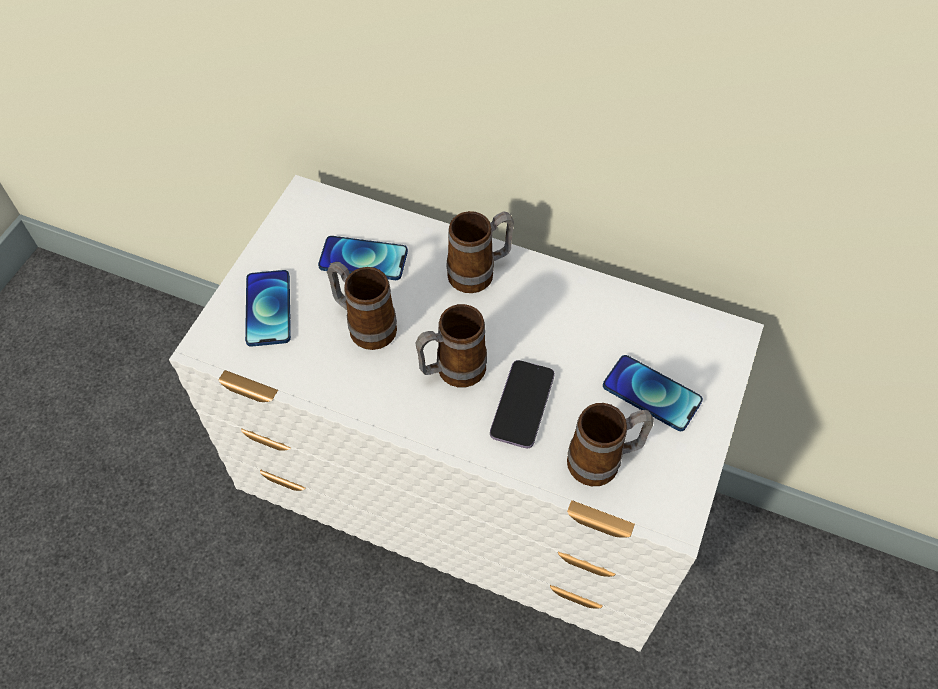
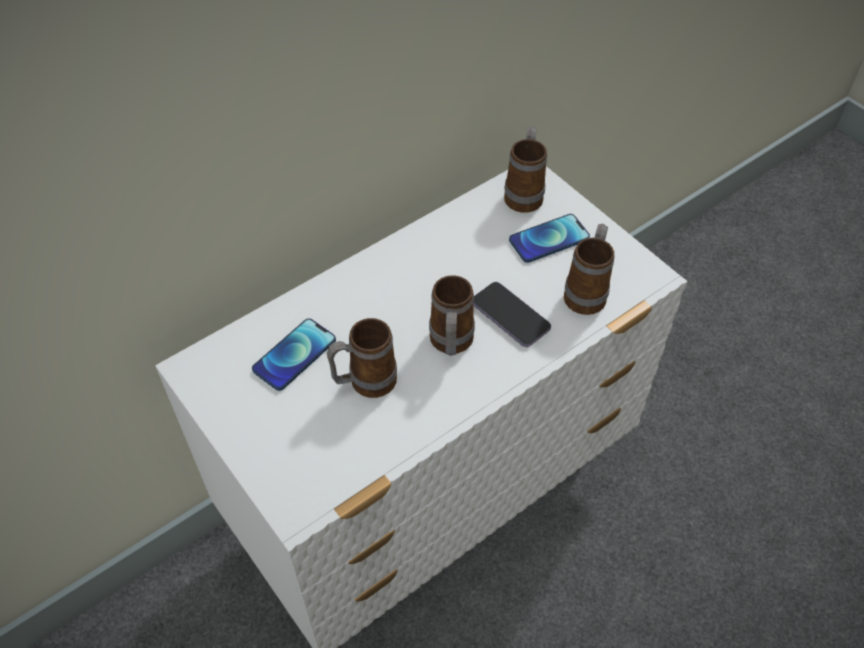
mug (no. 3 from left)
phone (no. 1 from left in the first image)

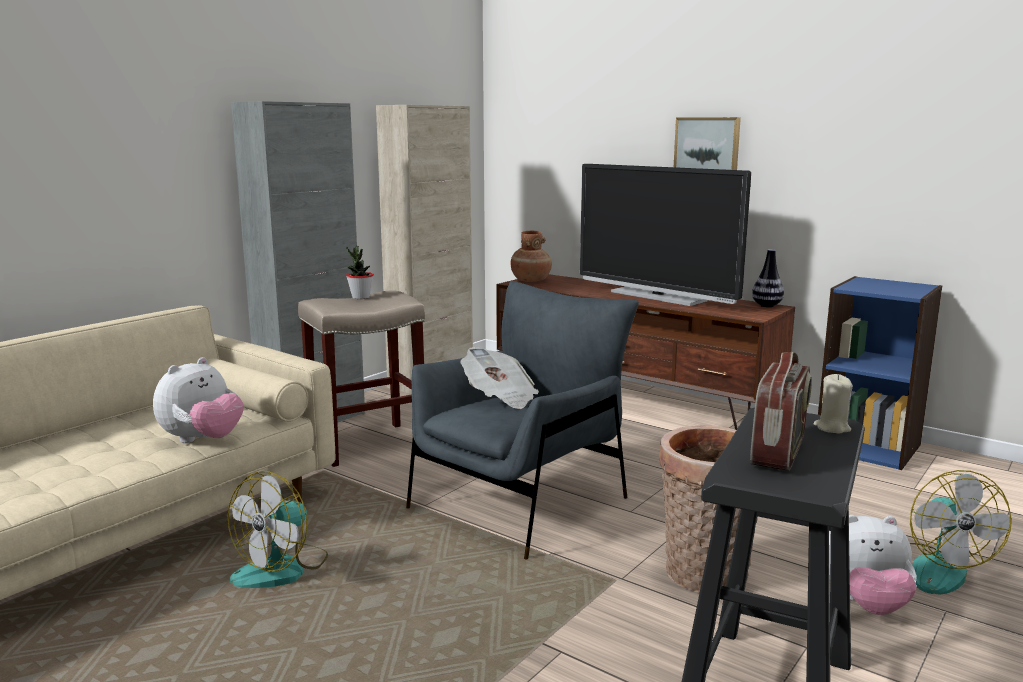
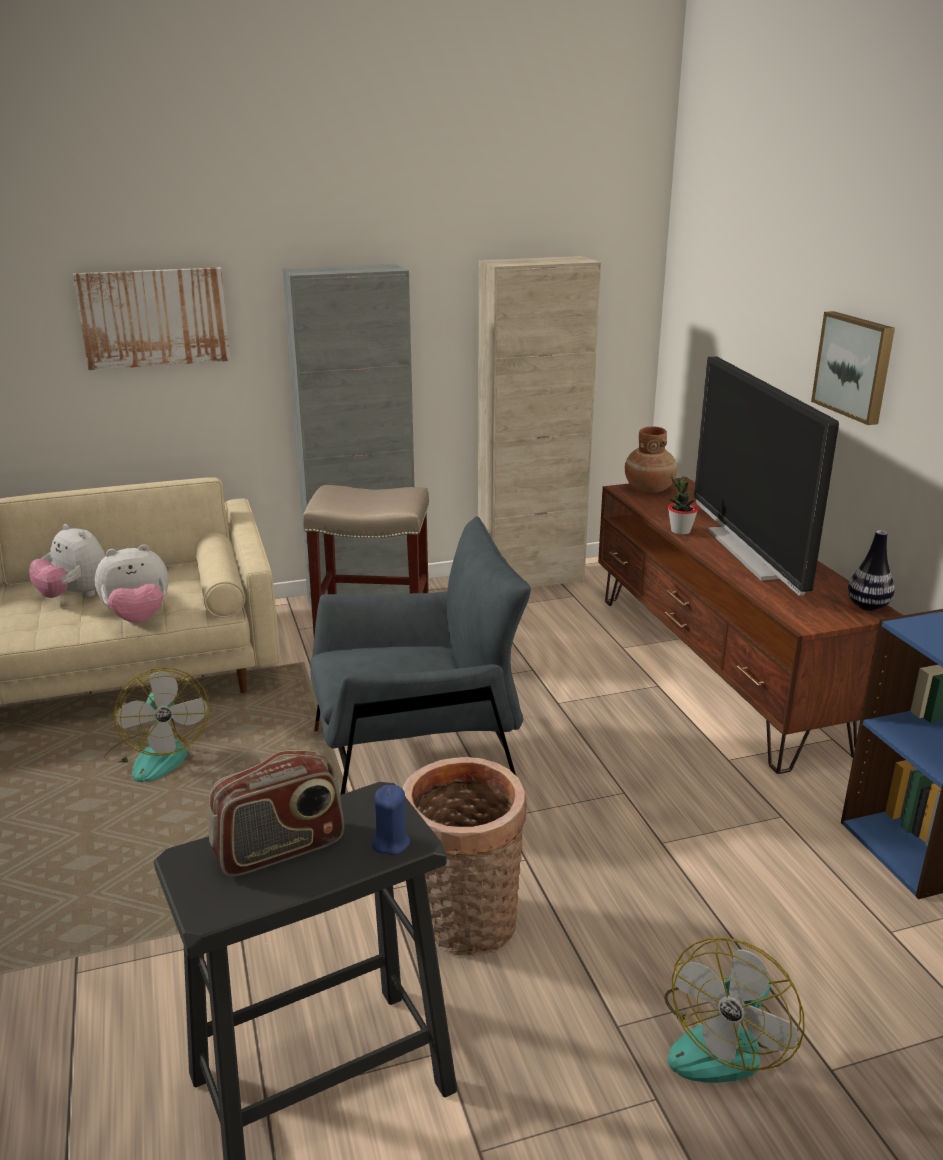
plush toy (no. 1 from left)
picture (no. 1 from left)
fan (no. 1 from left)
blue candle
potted plant
newspaper

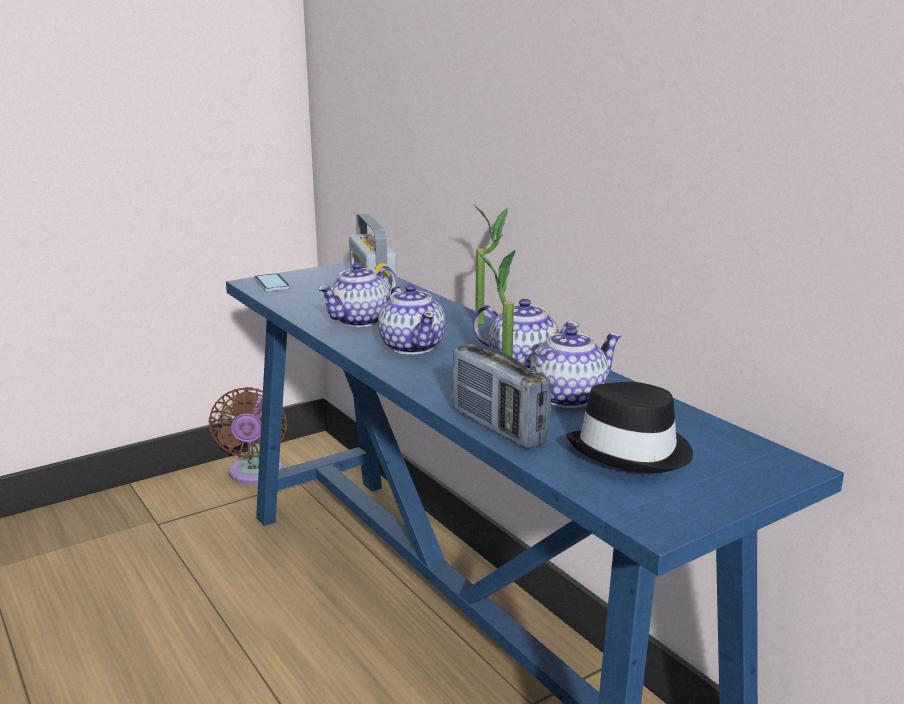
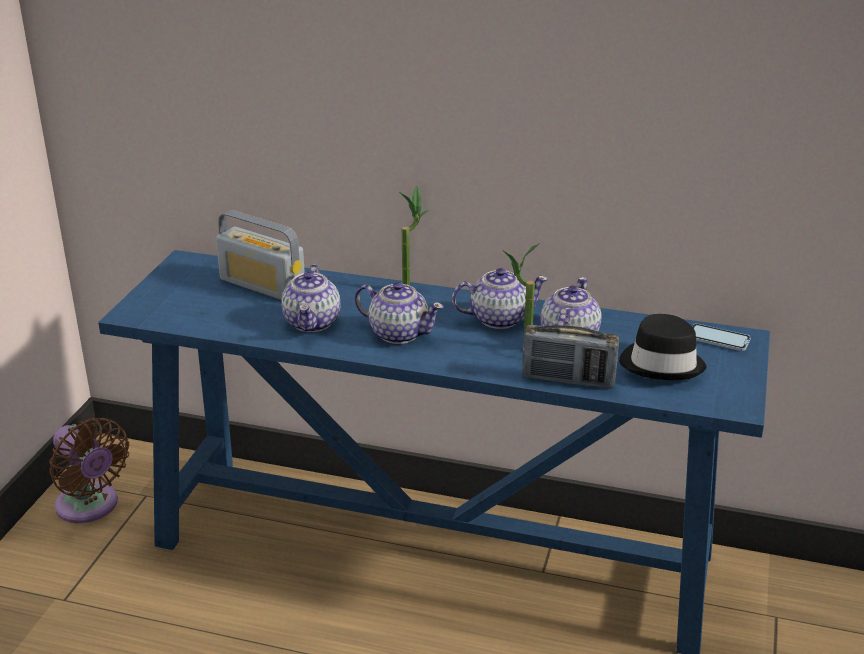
phone

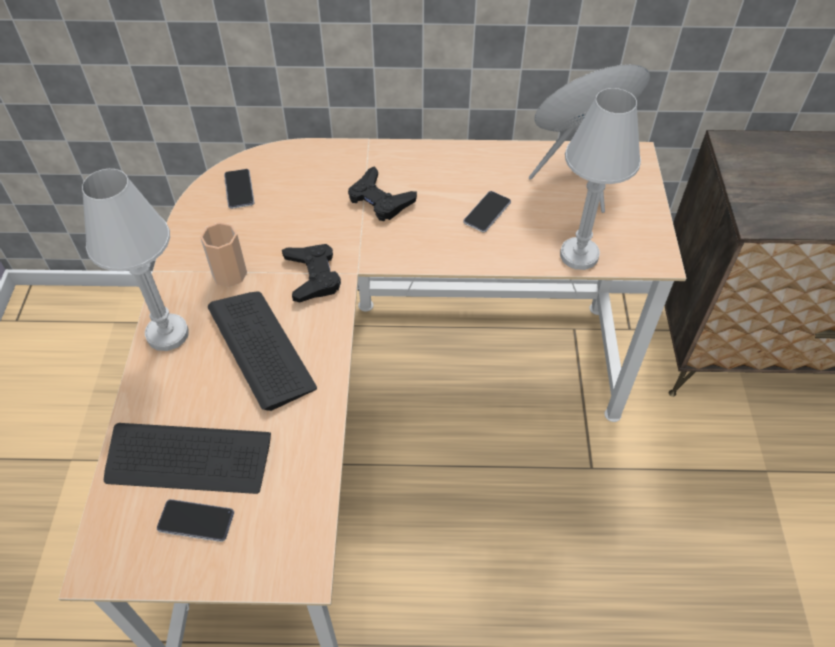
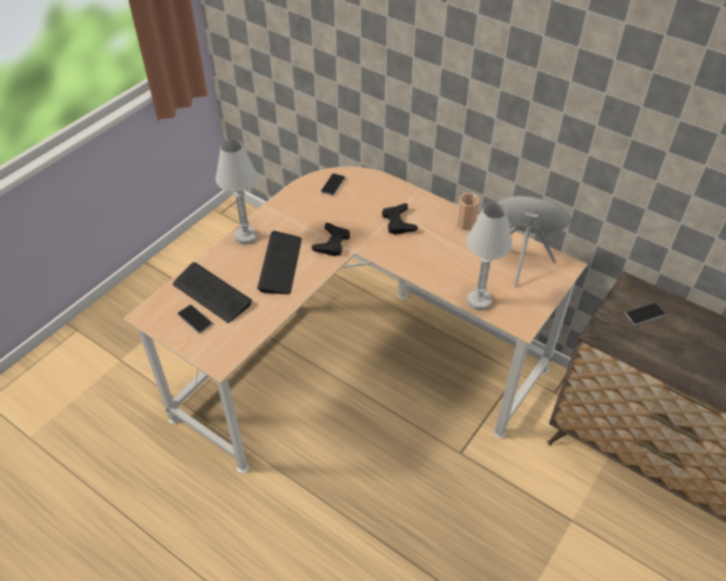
cup
phone (no. 3 from left)

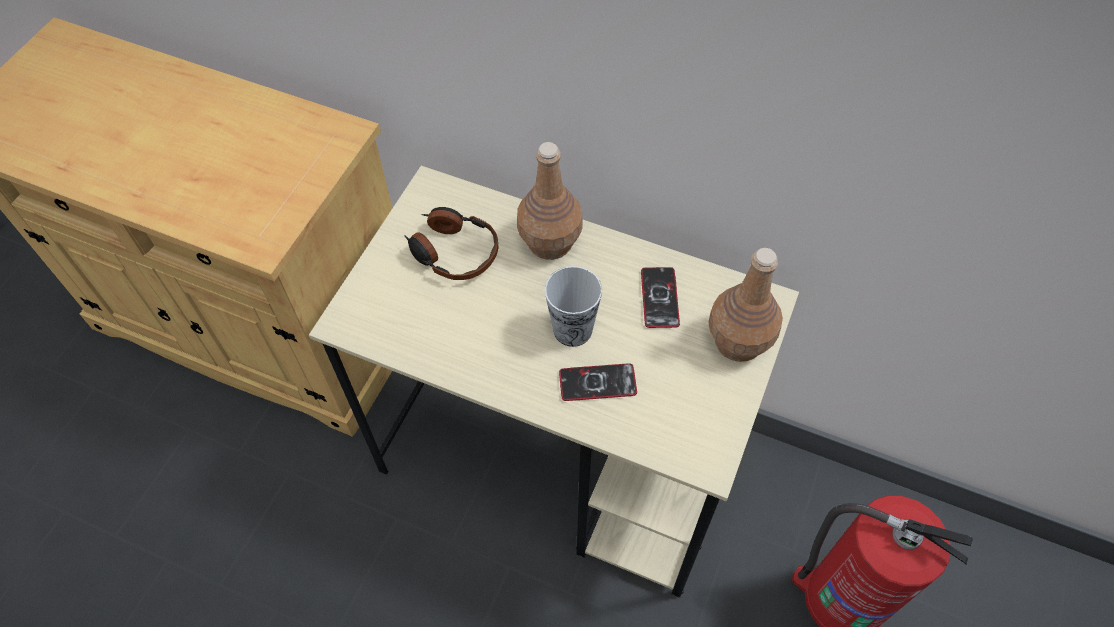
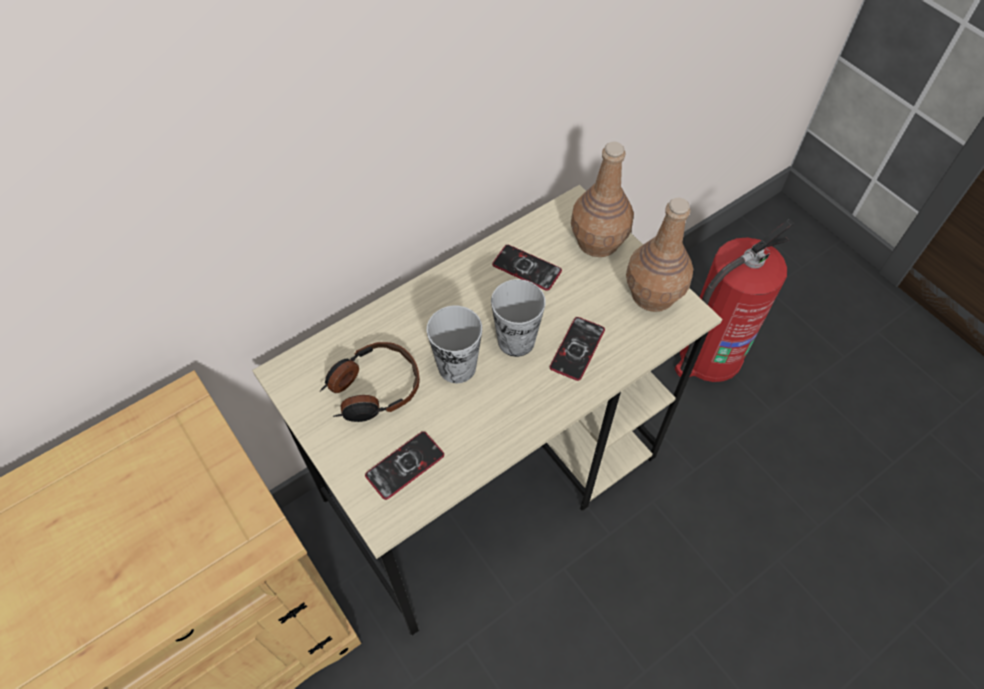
phone (no. 1 from left)
cup (no. 1 from left)
brown bottle (no. 2 from left)

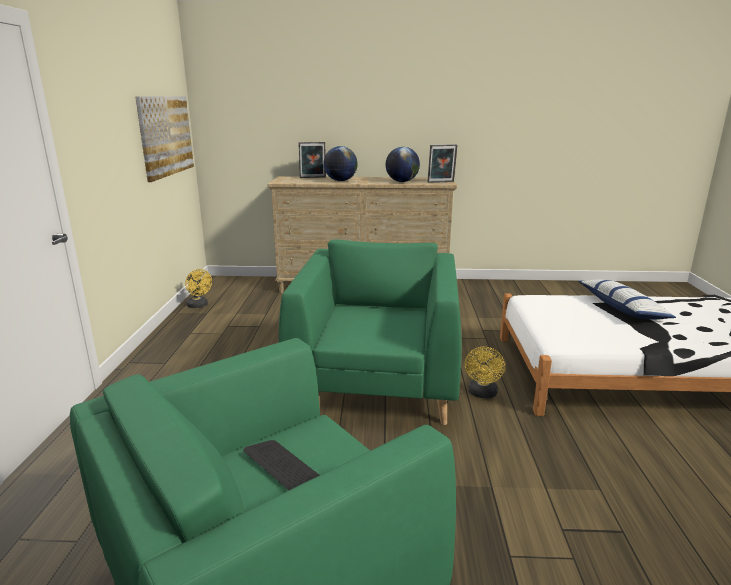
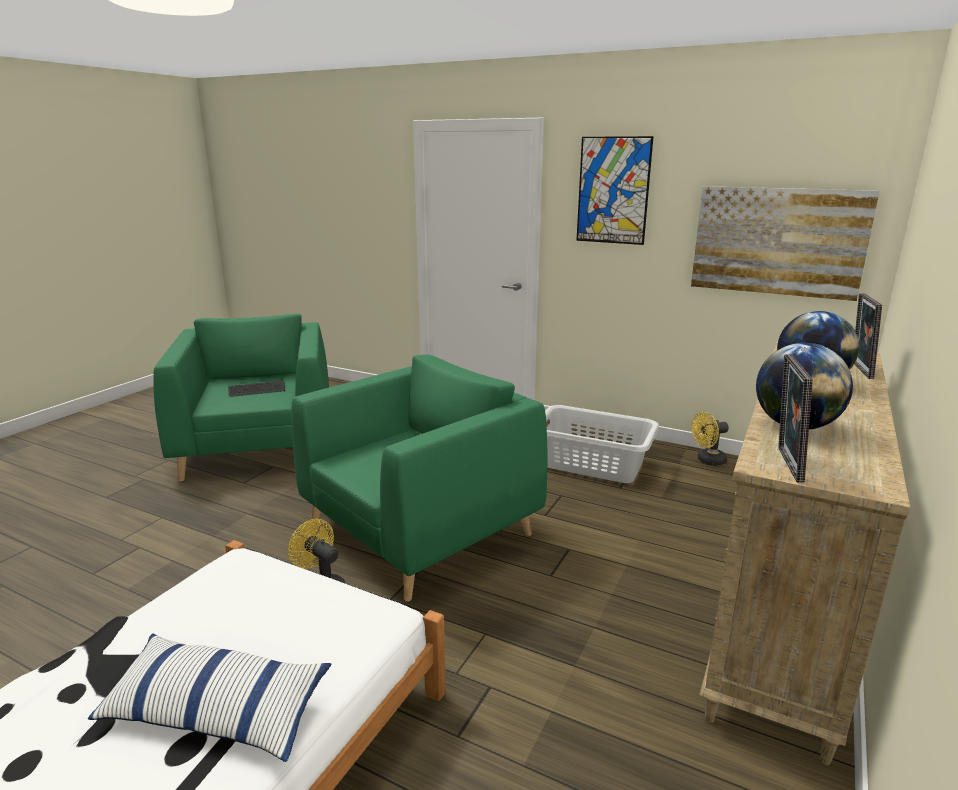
green armchair (no. 2 from left)
grey laundry basket
picture (no. 1 from left)

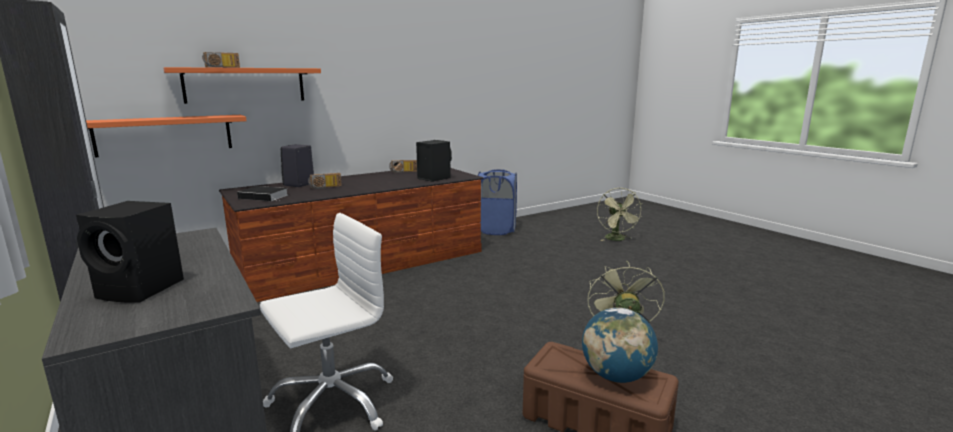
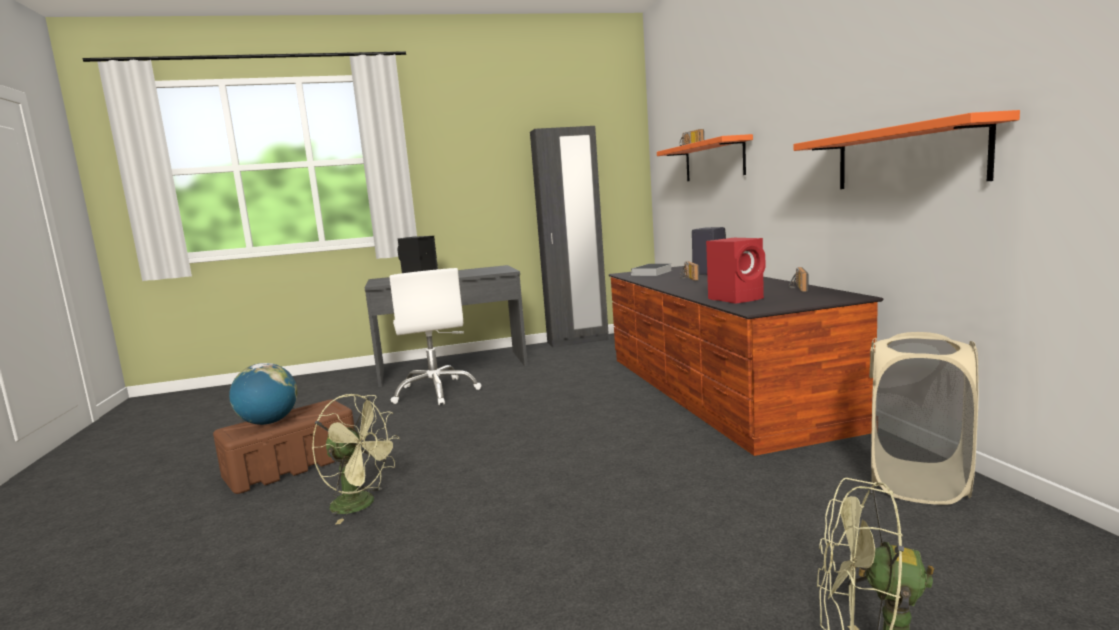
red speaker
orange shelf (no. 2 from left)
beige laundry basket

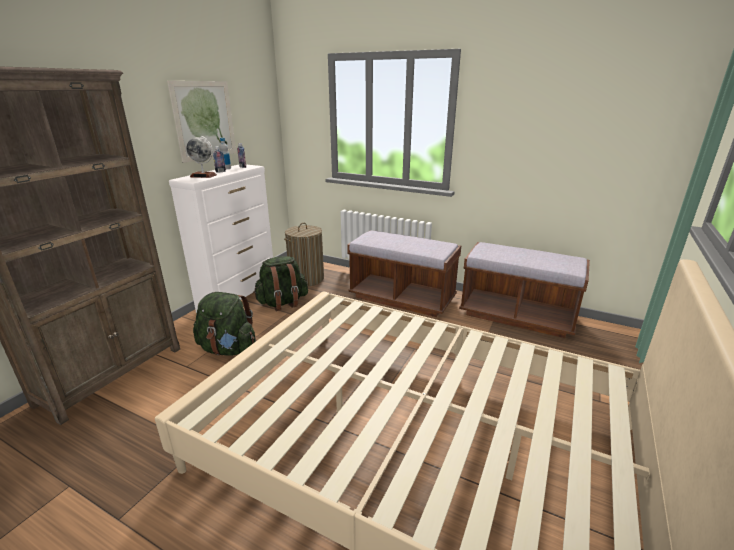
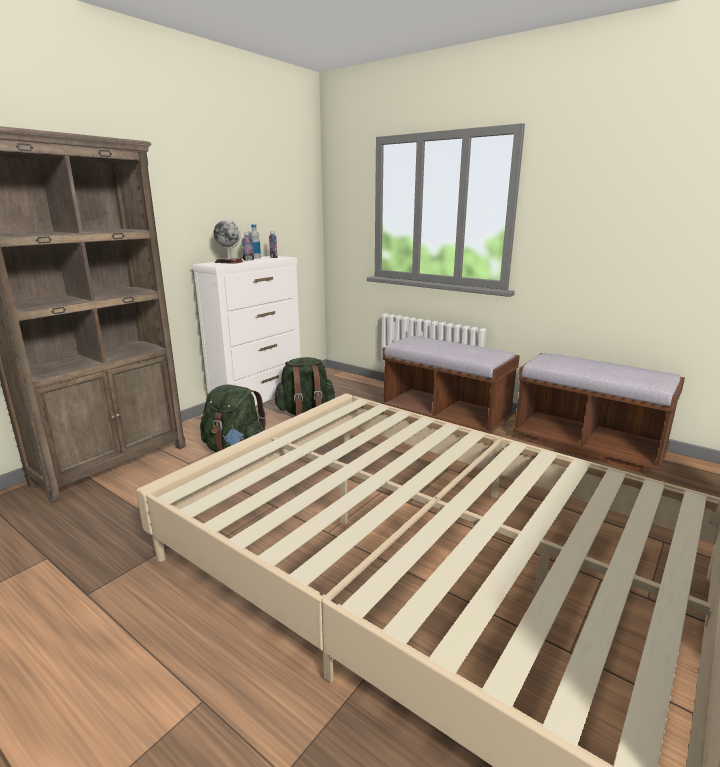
picture
laundry basket

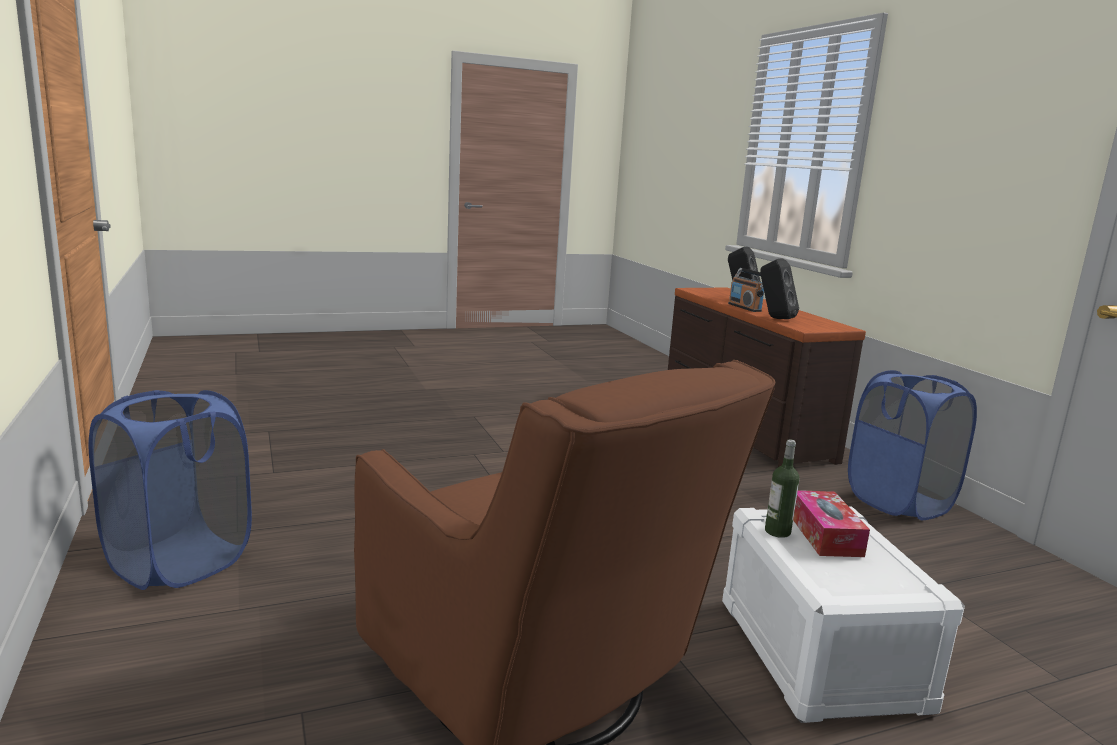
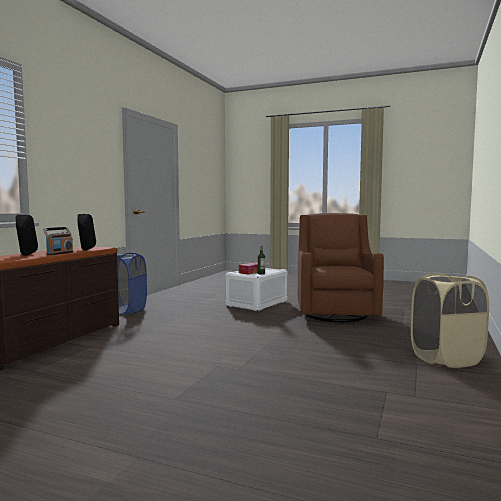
beige laundry basket

